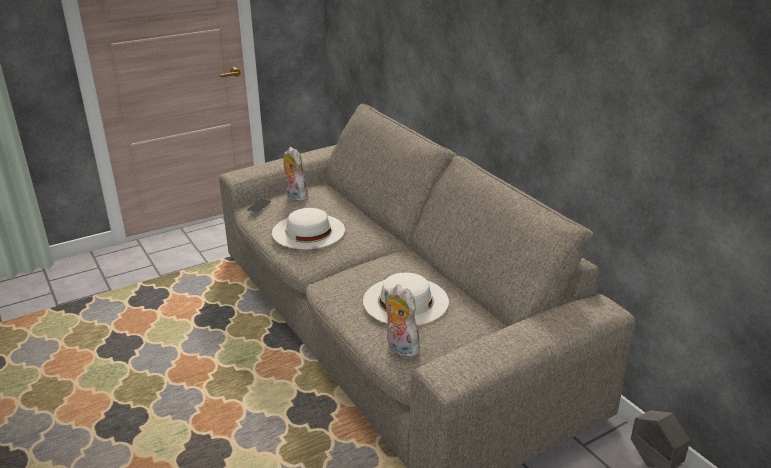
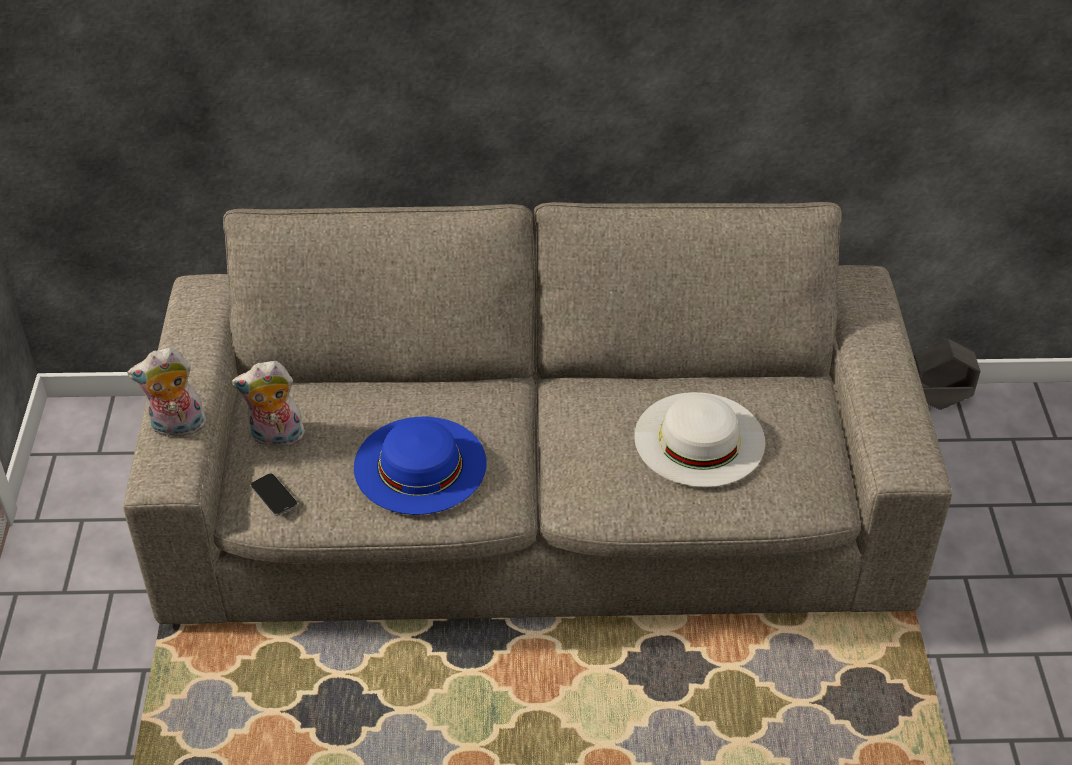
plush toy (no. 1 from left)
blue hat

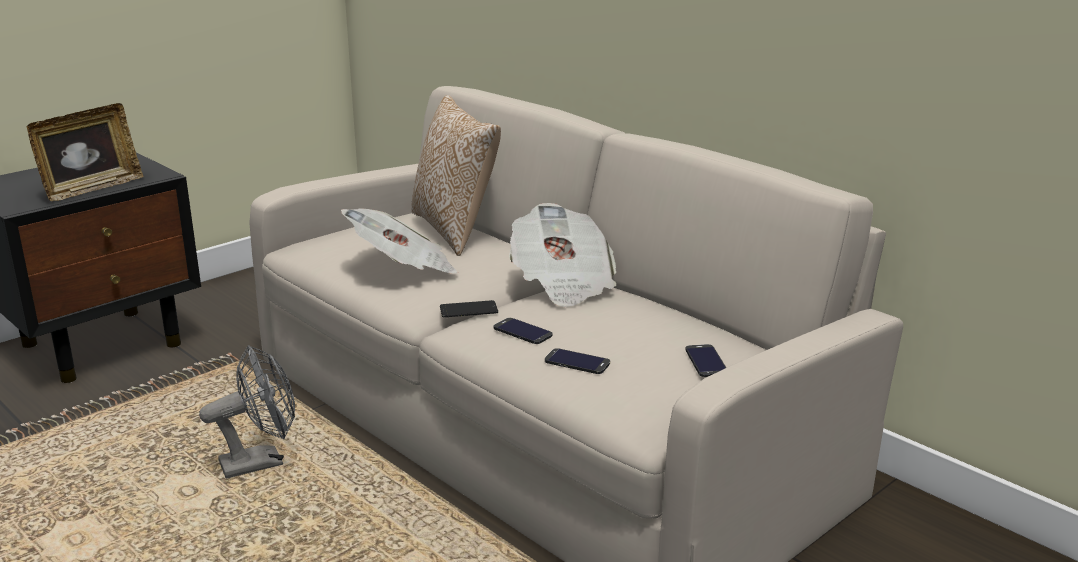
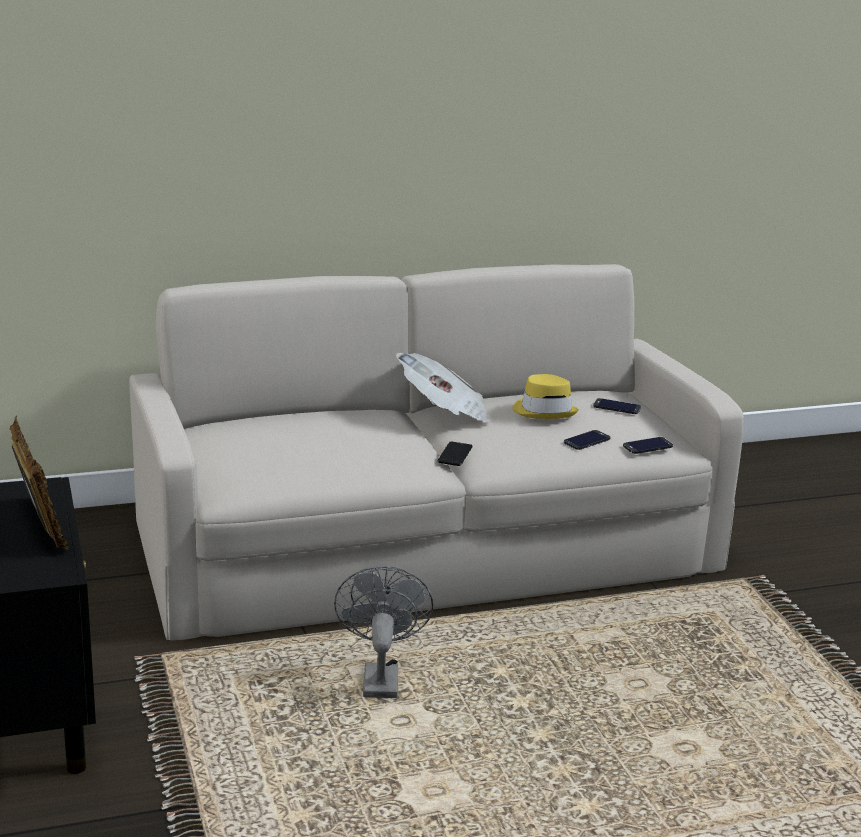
yellow hat
phone (no. 4 from left)
newspaper (no. 1 from left in the first image)
pillow

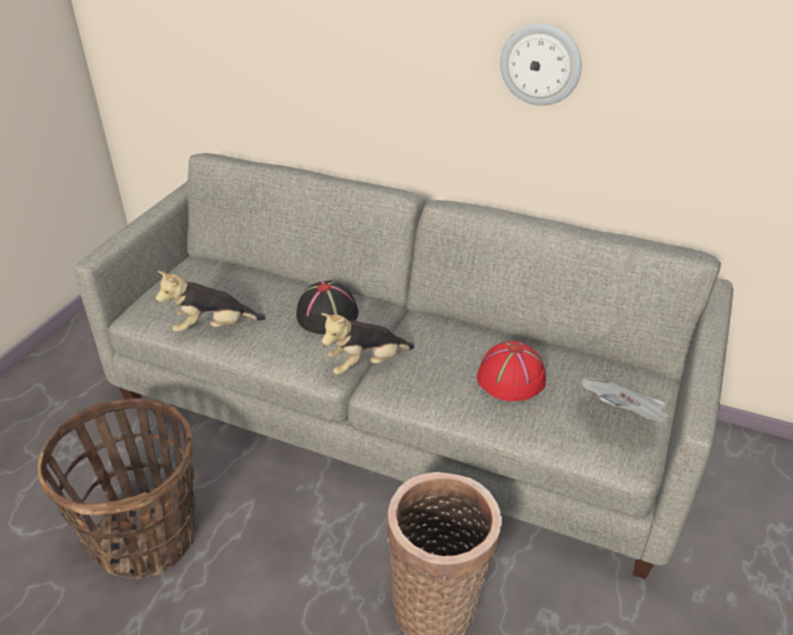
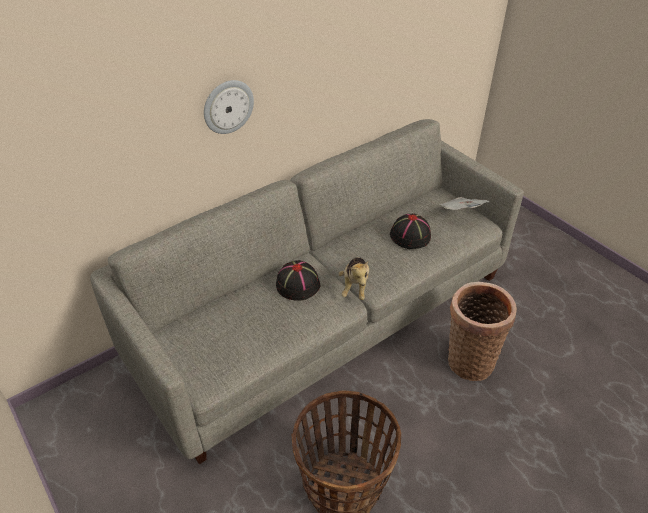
wall clock
black hat (no. 2 from left)
plush toy (no. 1 from left in the first image)

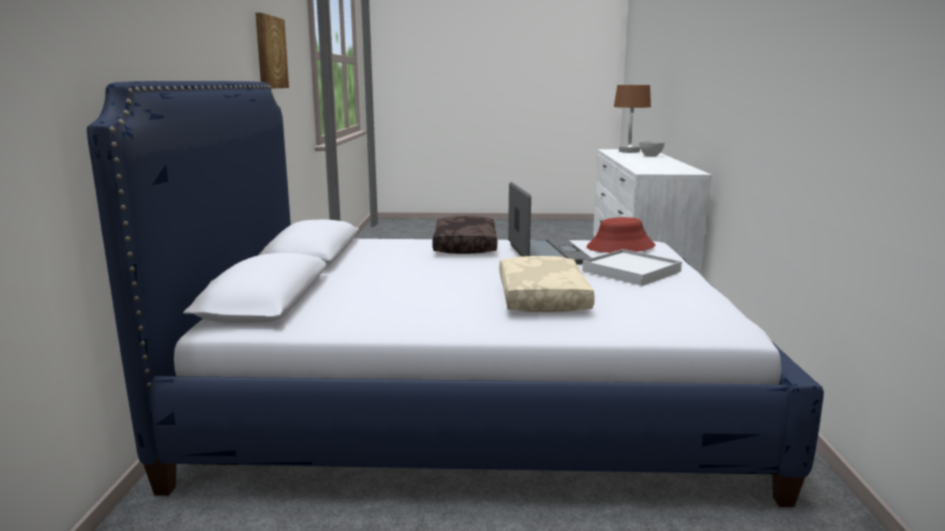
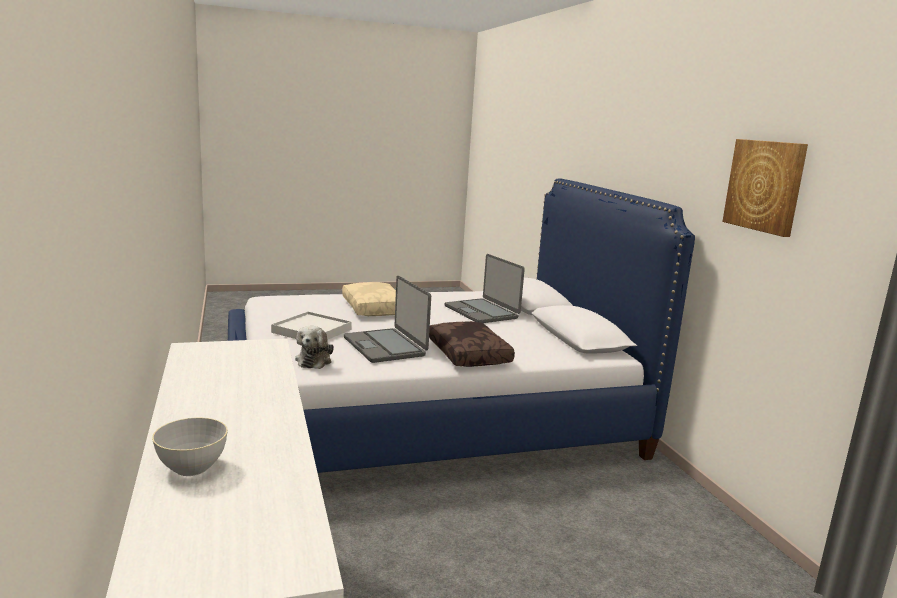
plush toy
laptop (no. 2 from left)
brown table lamp

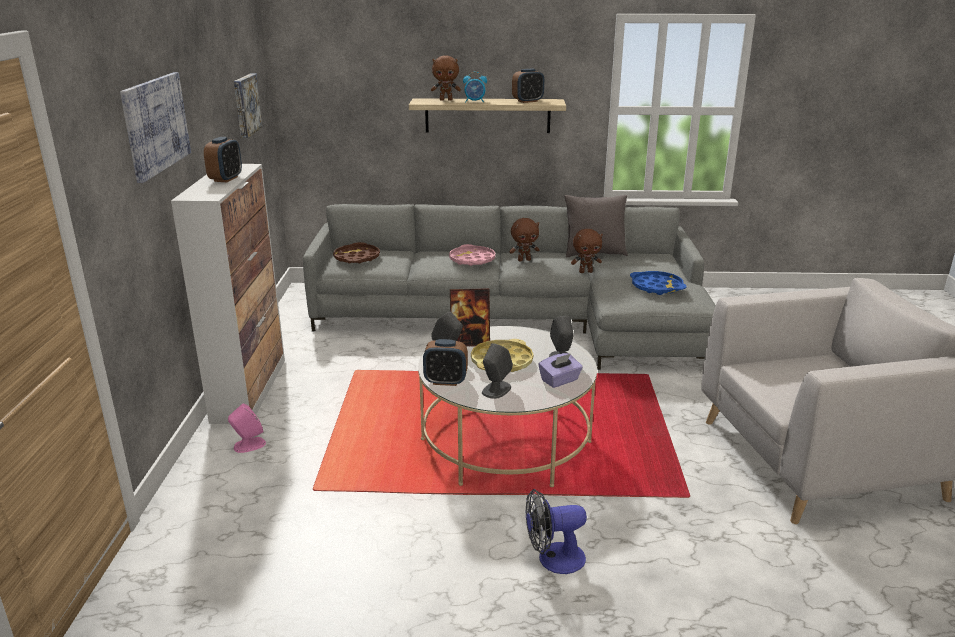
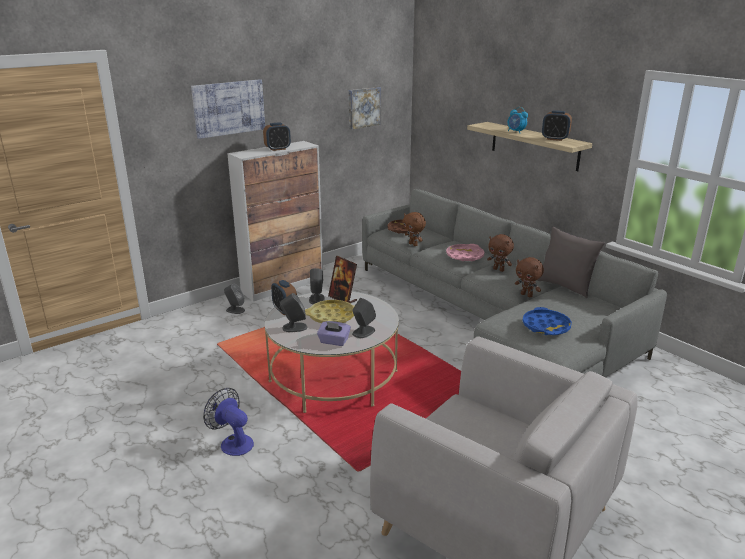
grey speaker (no. 1 from left)
brown plush toy (no. 1 from left)

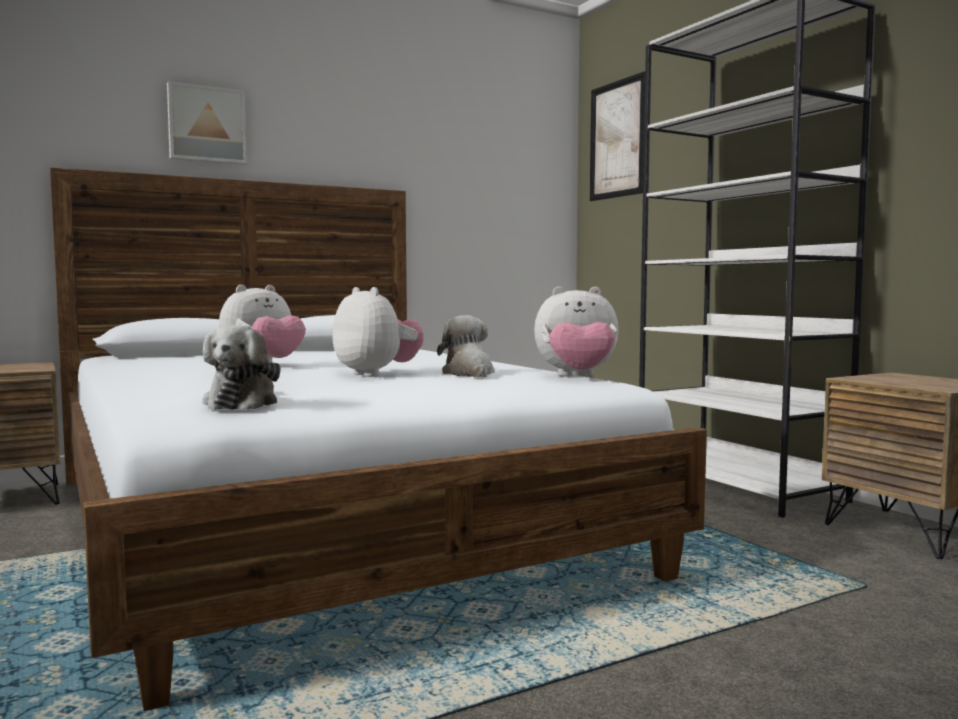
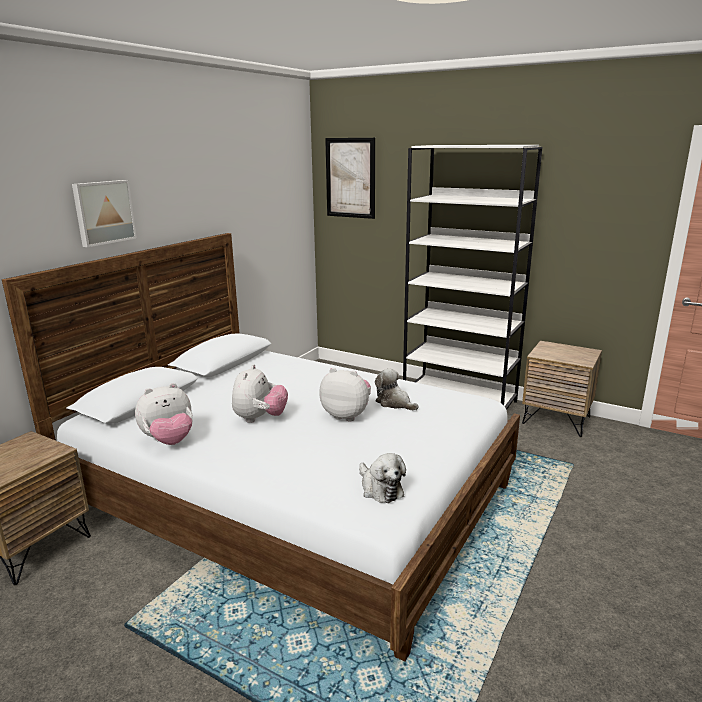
plush toy (no. 1 from left)

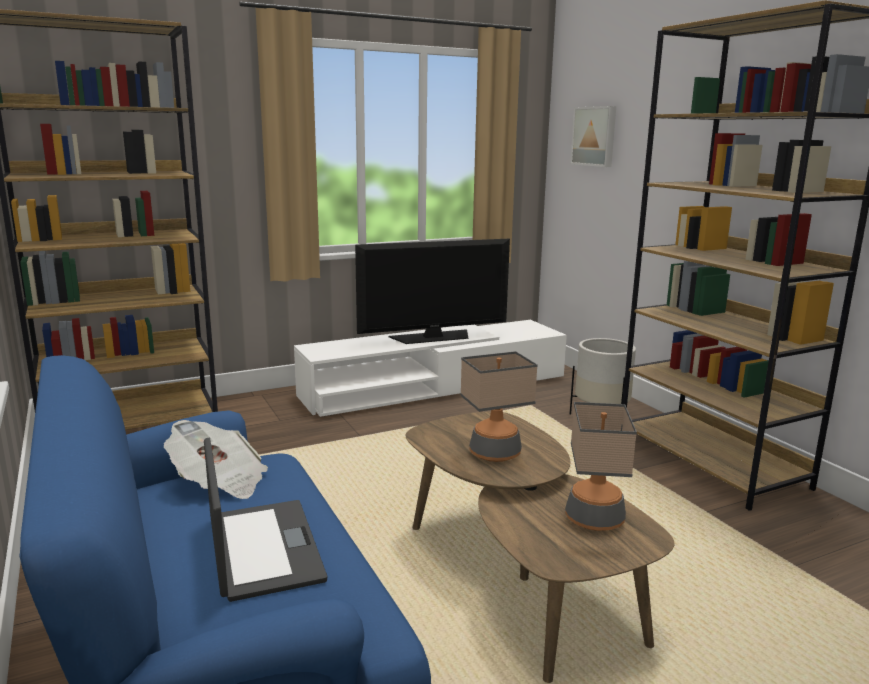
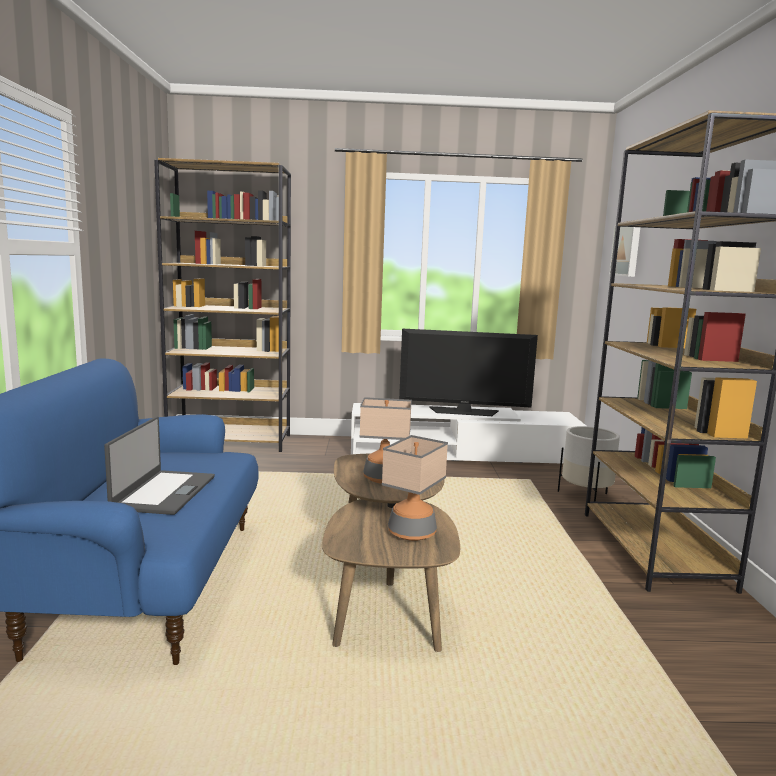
newspaper

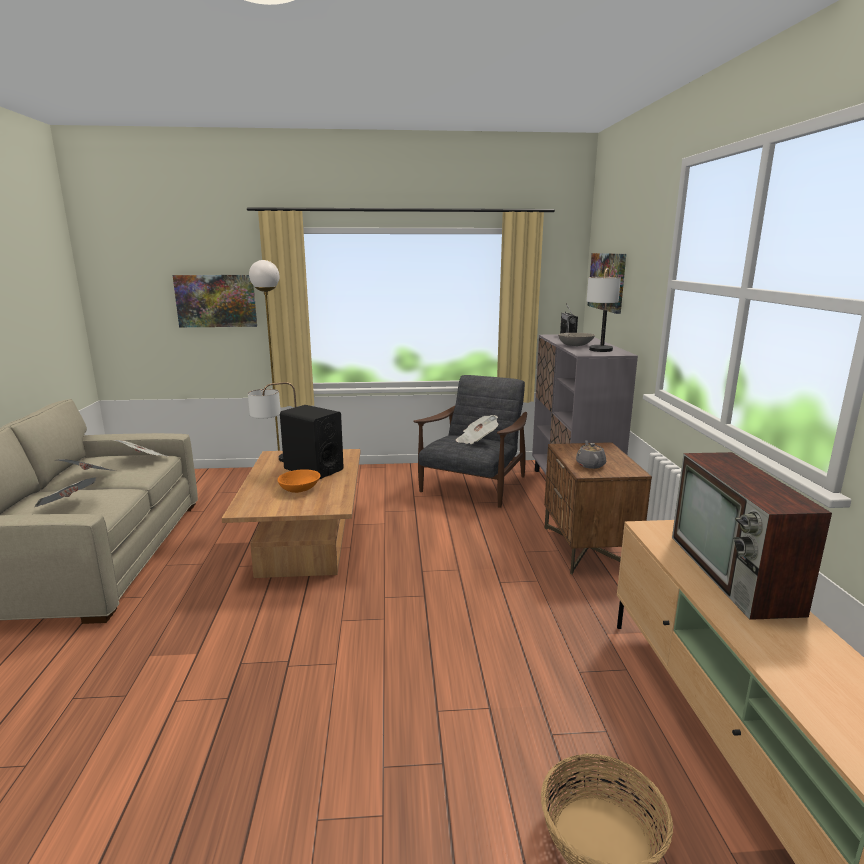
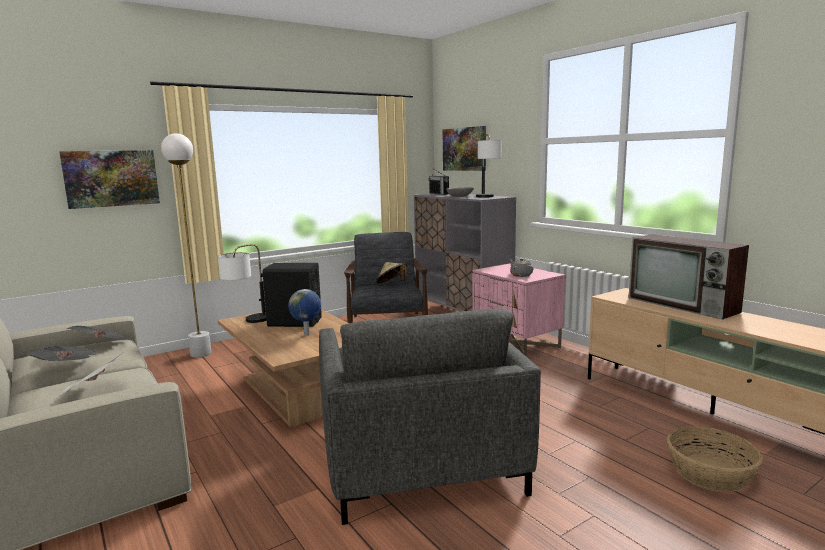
globe
grey armchair (no. 2 from left)
beige hat
pink nightstand

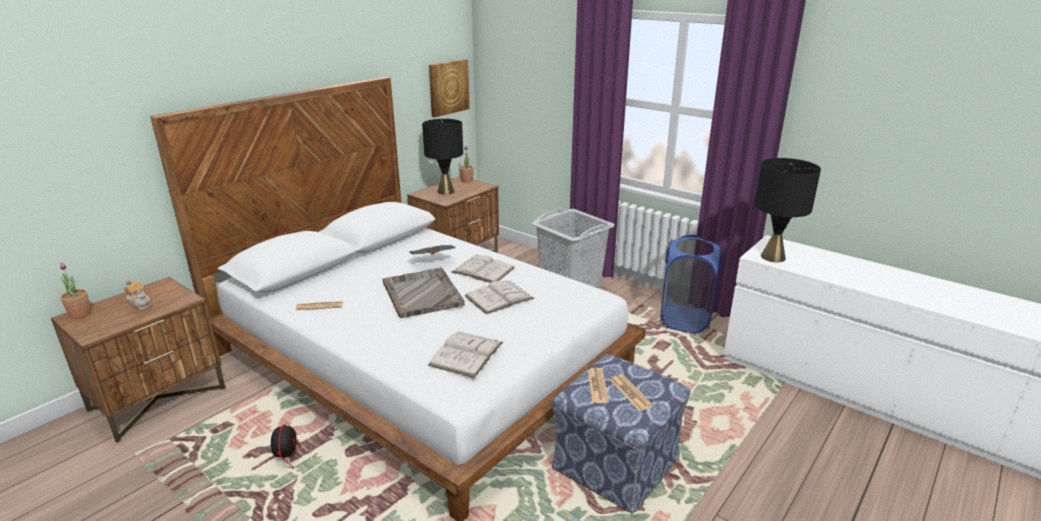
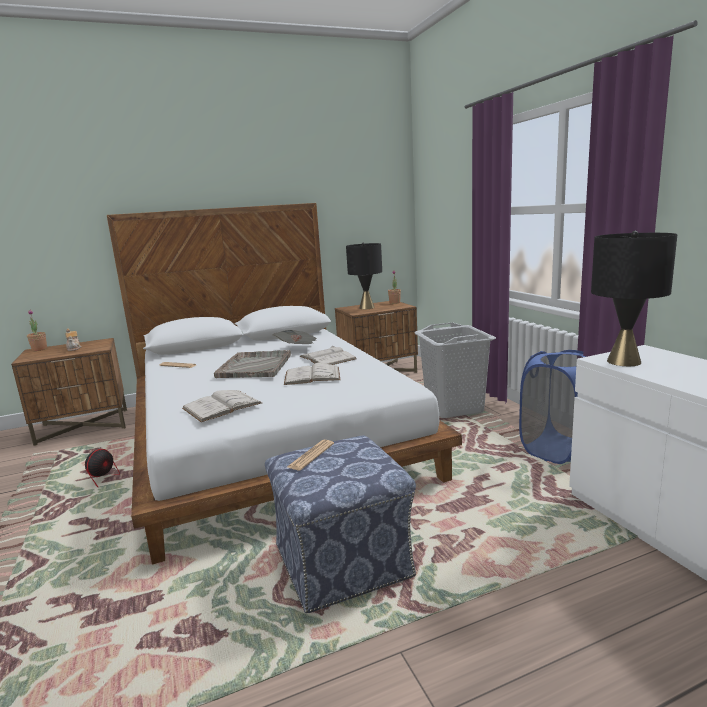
picture
newspaper (no. 4 from left in the first image)

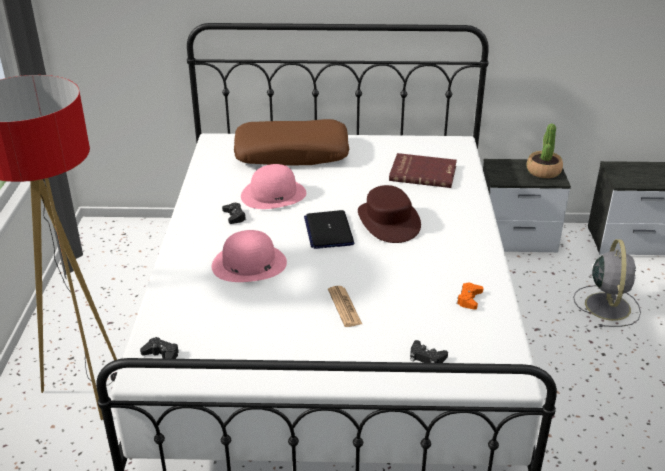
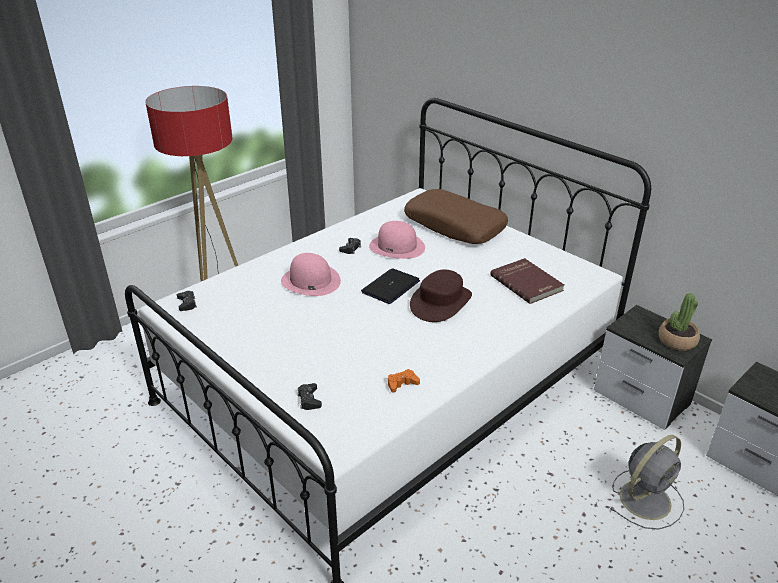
newspaper

